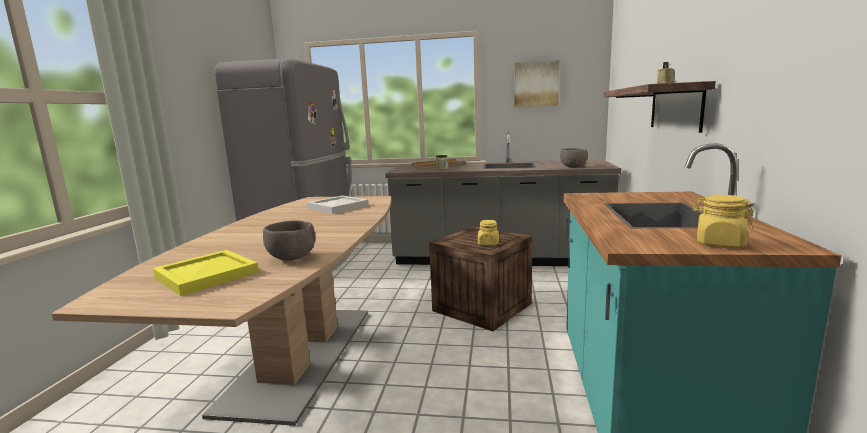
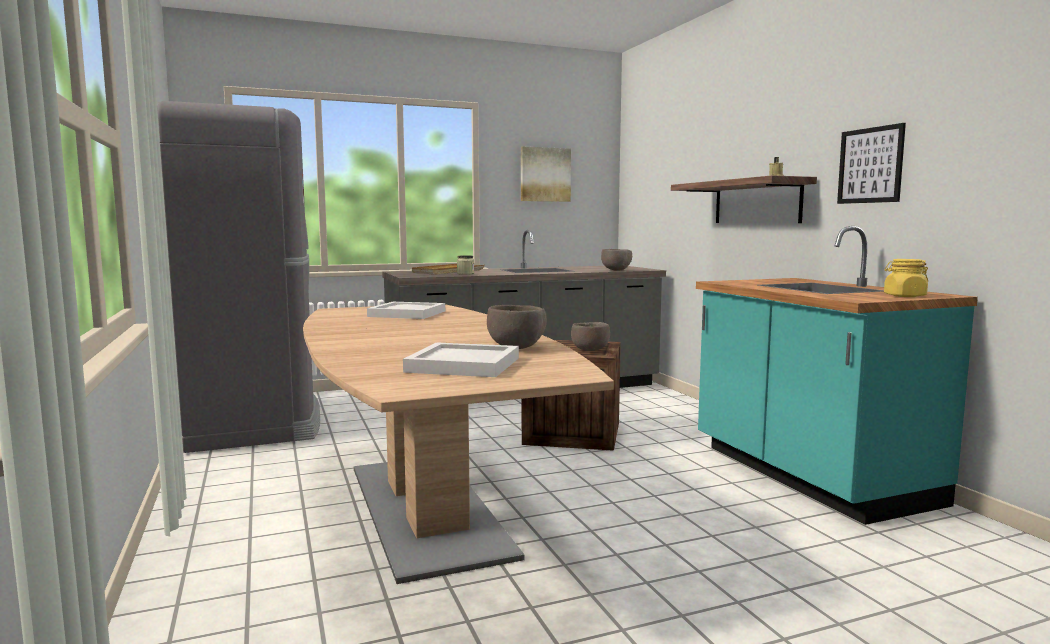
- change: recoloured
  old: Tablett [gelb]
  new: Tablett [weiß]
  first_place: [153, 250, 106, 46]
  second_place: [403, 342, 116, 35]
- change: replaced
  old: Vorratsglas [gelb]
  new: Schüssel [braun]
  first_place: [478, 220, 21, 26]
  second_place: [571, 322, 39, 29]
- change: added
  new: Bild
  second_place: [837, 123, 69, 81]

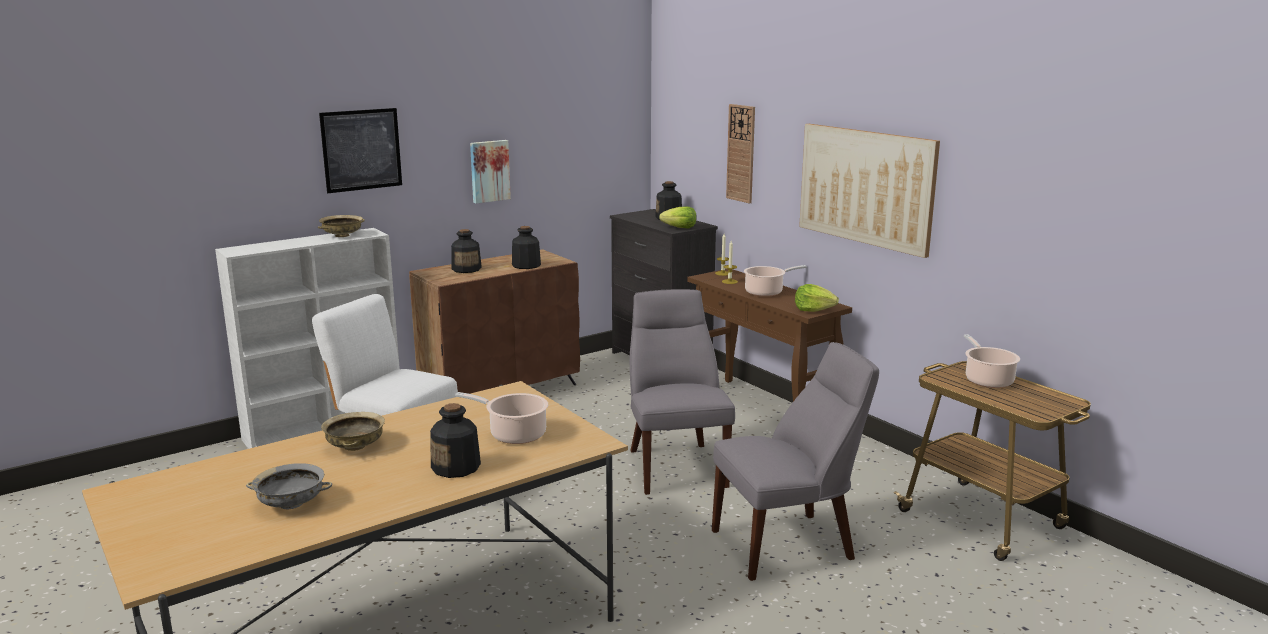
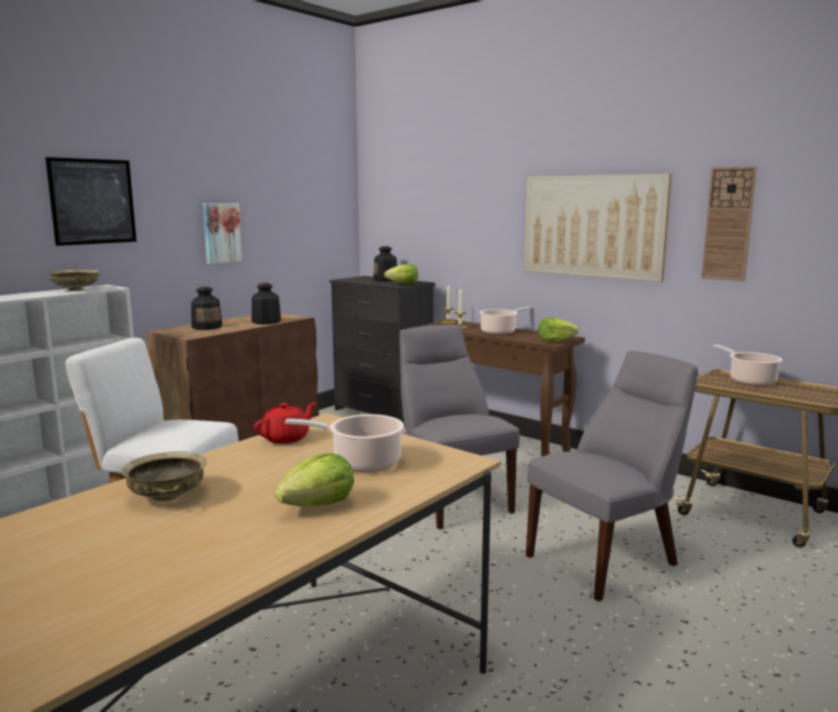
- change: added
  new: Teekanne [rot]
  second_place: [254, 402, 62, 42]
- change: replaced
  old: Flasche
  new: Salatkopf
  first_place: [430, 403, 51, 75]
  second_place: [275, 453, 79, 53]
- change: moved
  old: Wanduhr
  first_place: [726, 104, 29, 100]
  second_place: [701, 166, 56, 115]
- change: removed
  old: Schüssel [grau]
  first_place: [246, 463, 86, 46]

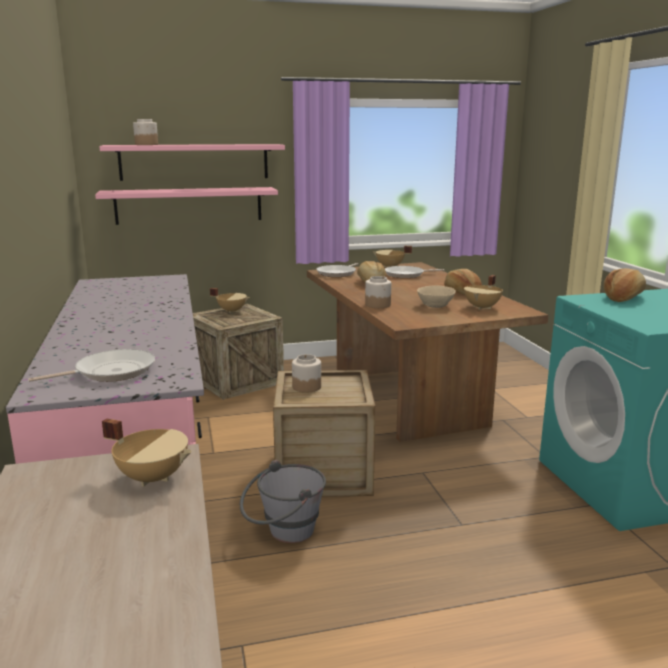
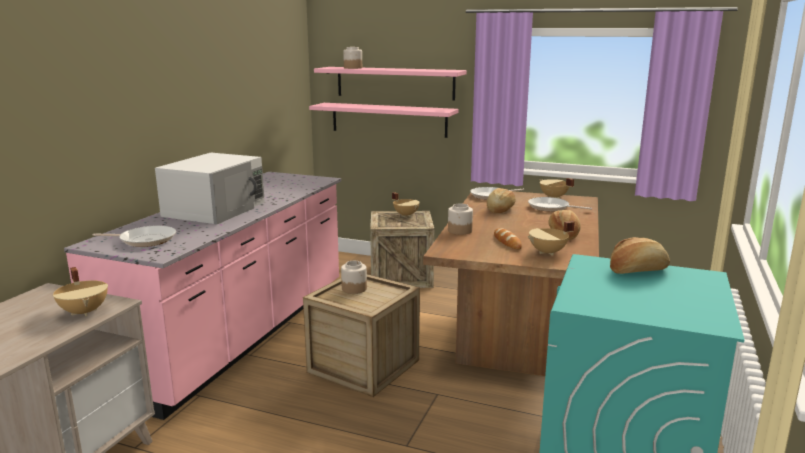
- change: added
  new: Mikrowelle [weiß]
  second_place: [155, 153, 110, 71]
- change: replaced
  old: Schüssel [beige]
  new: Brot
  first_place: [417, 285, 39, 23]
  second_place: [494, 228, 28, 21]
- change: removed
  old: Eimer [grau]
  first_place: [240, 460, 86, 83]

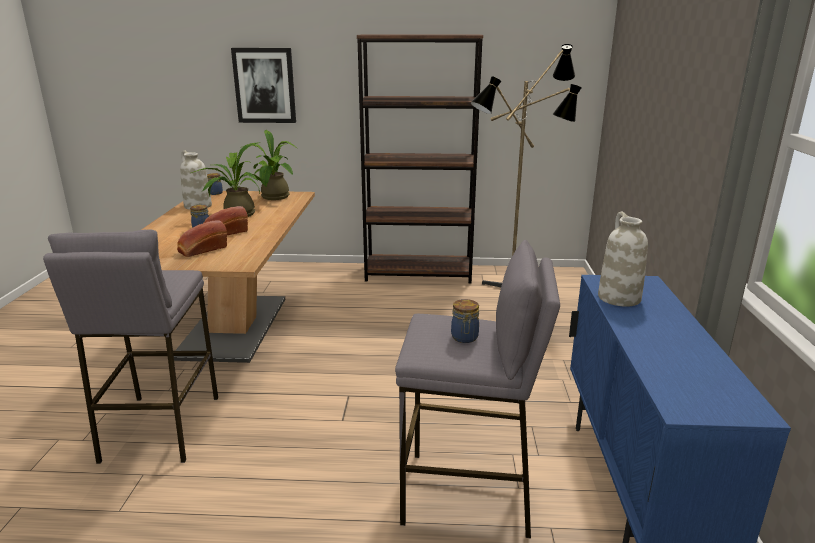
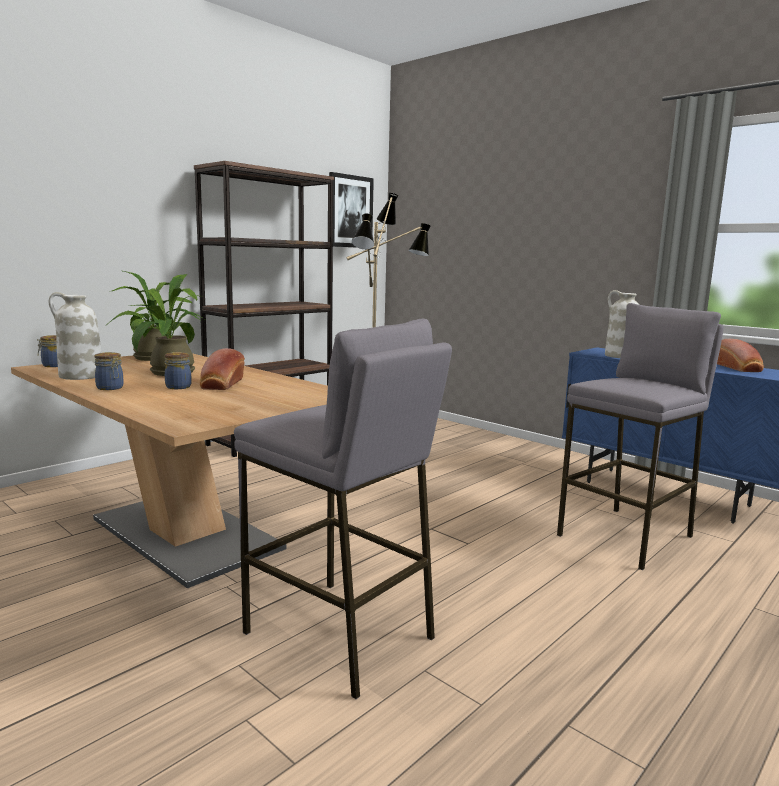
- change: moved
  old: Vorratsglas
  first_place: [451, 299, 28, 44]
  second_place: [95, 352, 29, 38]
- change: moved
  old: Bild
  first_place: [231, 48, 65, 75]
  second_place: [329, 172, 45, 75]
- change: moved
  old: Brot
  first_place: [177, 220, 50, 37]
  second_place: [717, 339, 47, 33]

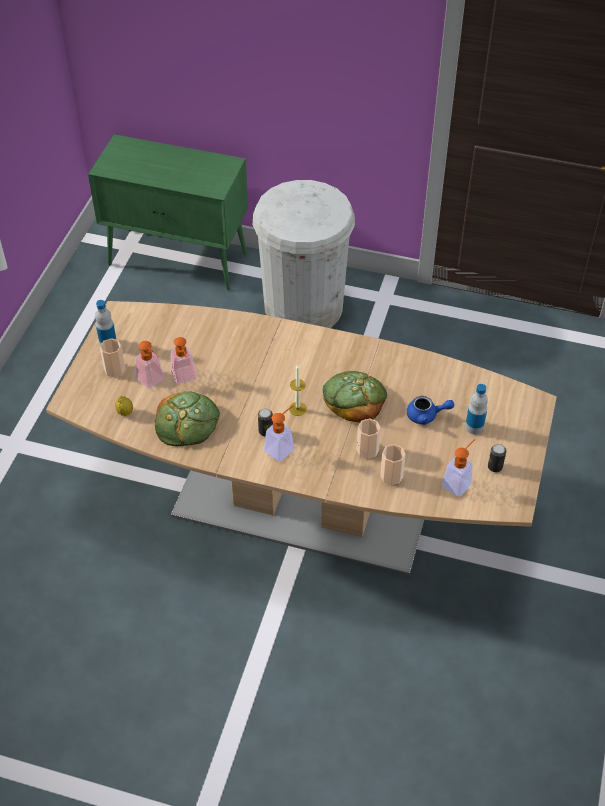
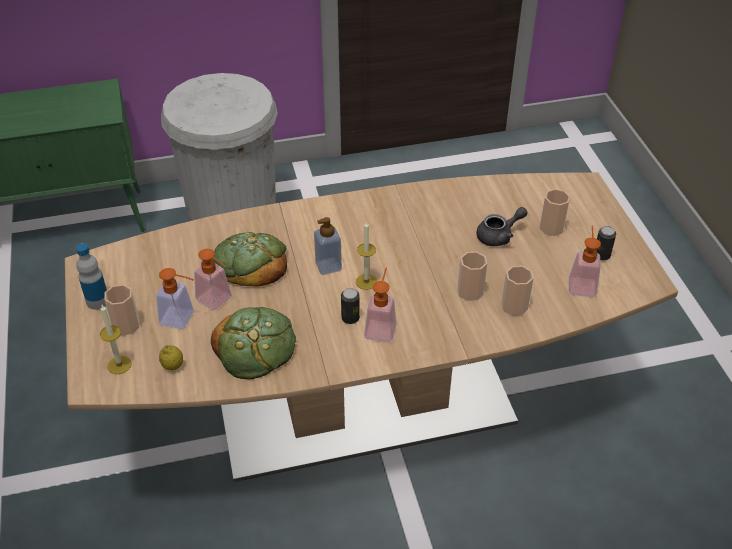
- change: added
  new: Kerze
  second_place: [100, 305, 31, 69]
- change: moved
  old: Brot
  first_place: [323, 371, 64, 51]
  second_place: [212, 232, 75, 55]
- change: added
  new: Seifenspender
  second_place: [314, 217, 28, 58]
- change: recoloured
  old: Teekanne [blau]
  new: Teekanne [grau]
  first_place: [407, 396, 47, 29]
  second_place: [476, 207, 51, 39]
- change: replaced
  old: Flasche
  new: Tasse
  first_place: [465, 384, 23, 51]
  second_place: [540, 189, 30, 47]

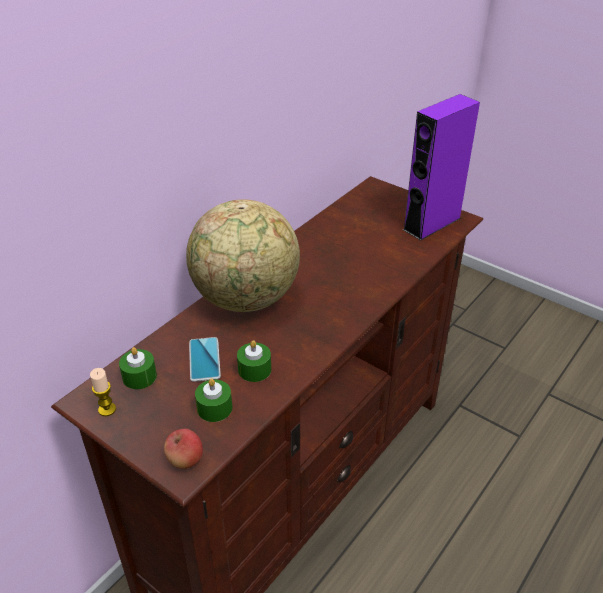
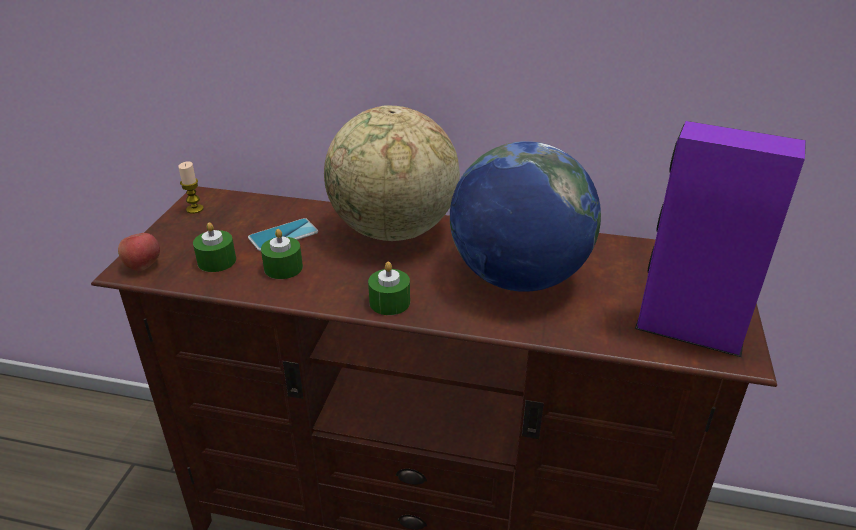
- change: moved
  old: Kerze [grün]
  first_place: [119, 347, 38, 42]
  second_place: [368, 262, 42, 53]
- change: added
  new: Globus
  second_place: [450, 141, 151, 151]

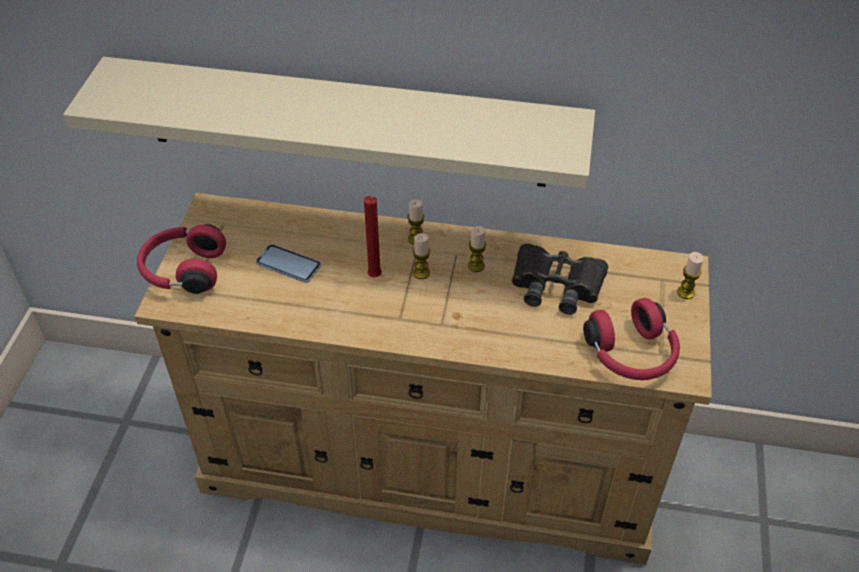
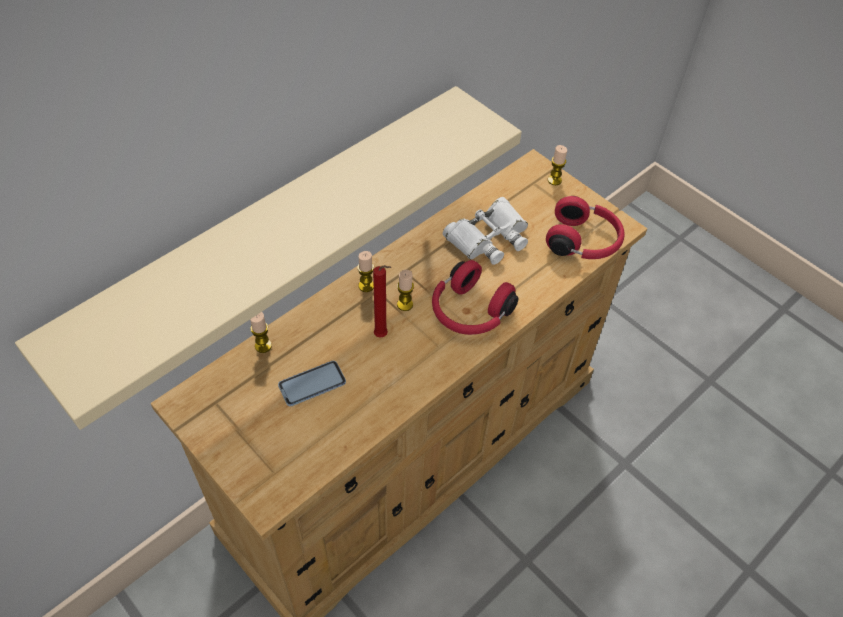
- change: moved
  old: Kerze
  first_place: [468, 226, 18, 46]
  second_place: [250, 312, 22, 41]
- change: moved
  old: Kopfhörer [rot]
  first_place: [137, 224, 89, 70]
  second_place: [432, 260, 86, 75]
- change: recoloured
  old: Fernglas [schwarz]
  new: Fernglas [weiß]
  first_place: [512, 243, 96, 72]
  second_place: [443, 197, 85, 68]

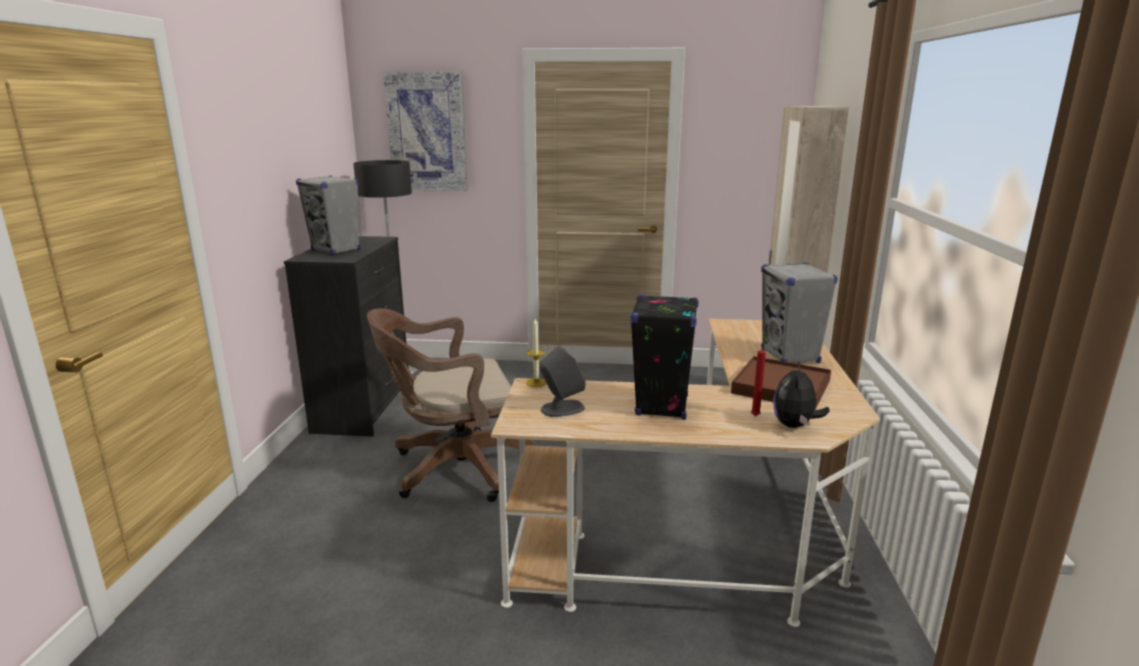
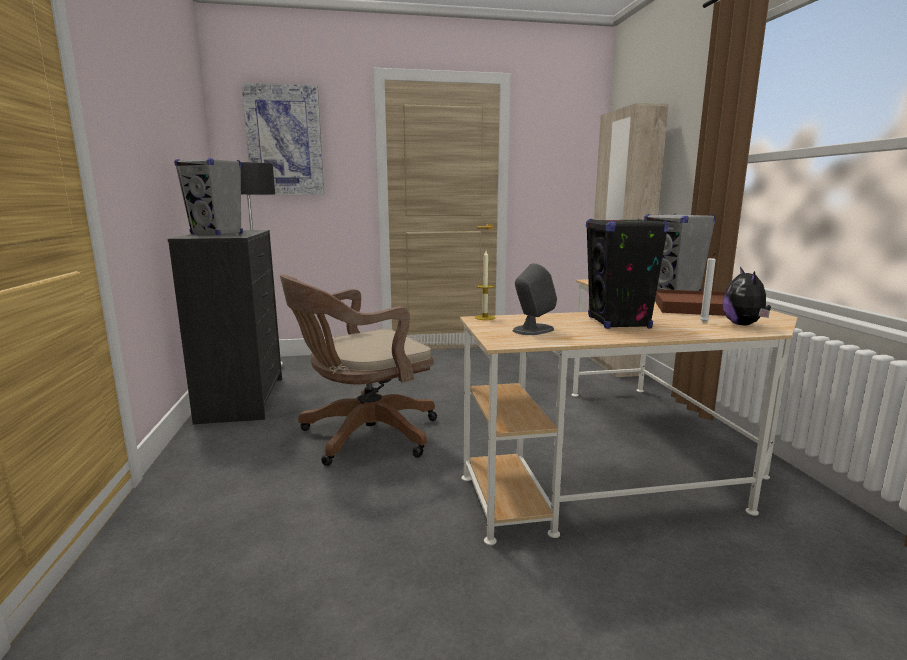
- change: recoloured
  old: Kerze [rot]
  new: Kerze [weiß]
  first_place: [751, 347, 15, 69]
  second_place: [700, 252, 16, 70]

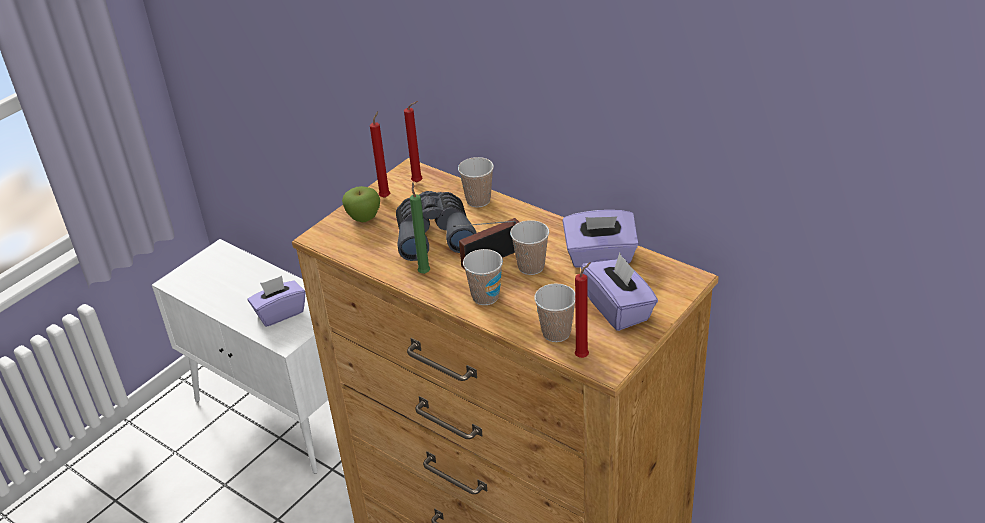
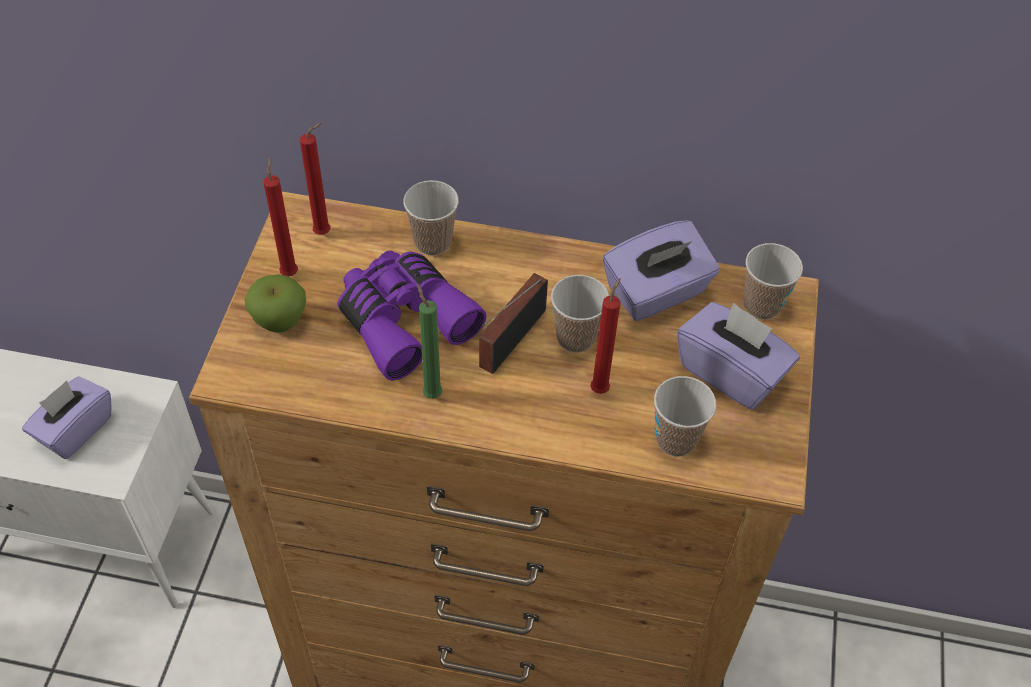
- change: recoloured
  old: Fernglas [grau]
  new: Fernglas [lila]
  first_place: [396, 191, 80, 70]
  second_place: [337, 251, 149, 130]
- change: moved
  old: Kerze [rot]
  first_place: [575, 262, 16, 96]
  second_place: [590, 278, 31, 116]
- change: moved
  old: Tasse
  first_place: [463, 249, 40, 56]
  second_place: [743, 243, 60, 77]

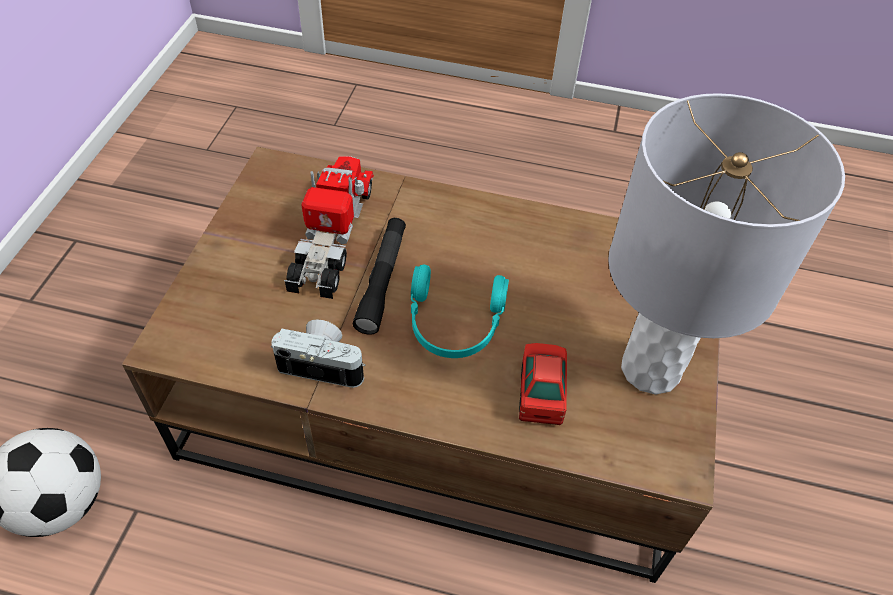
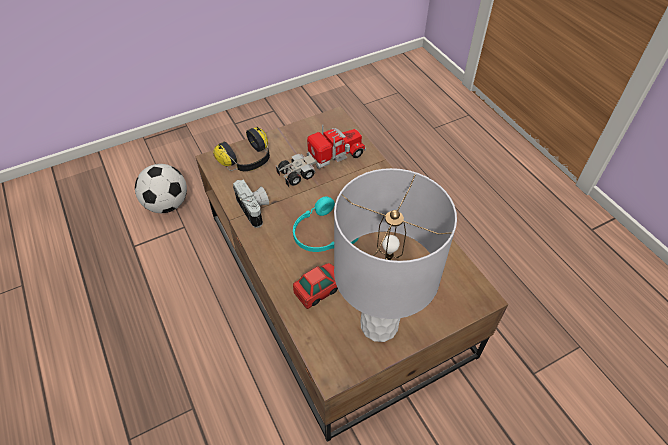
- change: added
  new: Kopfhörer
  second_place: [213, 127, 57, 44]
- change: removed
  old: Taschenlampe [schwarz]
  first_place: [353, 218, 53, 117]

